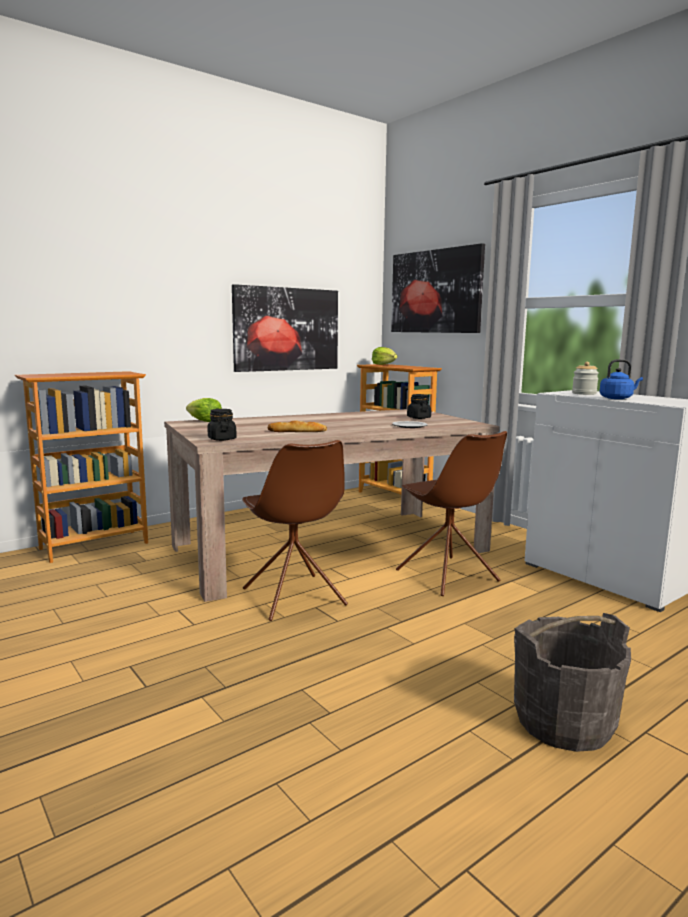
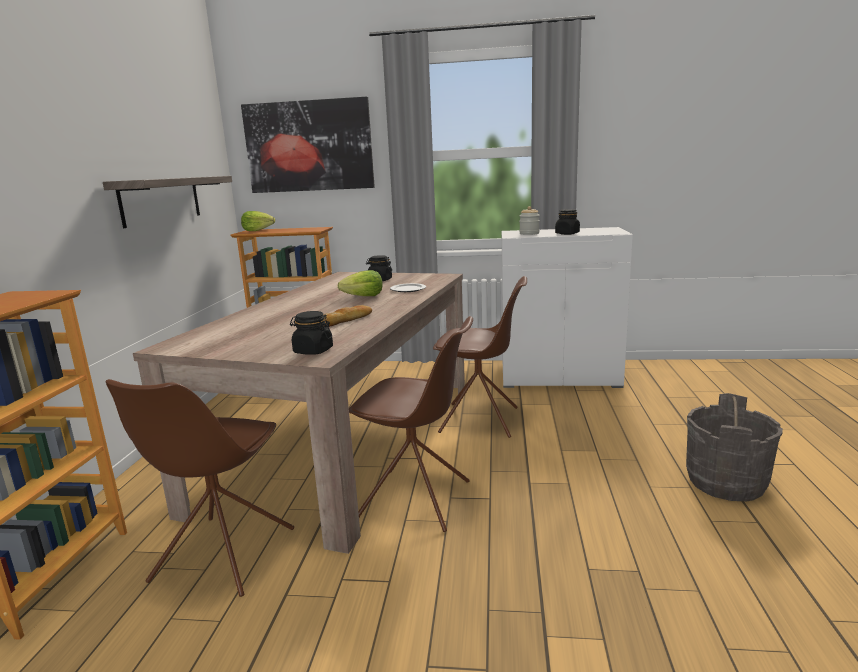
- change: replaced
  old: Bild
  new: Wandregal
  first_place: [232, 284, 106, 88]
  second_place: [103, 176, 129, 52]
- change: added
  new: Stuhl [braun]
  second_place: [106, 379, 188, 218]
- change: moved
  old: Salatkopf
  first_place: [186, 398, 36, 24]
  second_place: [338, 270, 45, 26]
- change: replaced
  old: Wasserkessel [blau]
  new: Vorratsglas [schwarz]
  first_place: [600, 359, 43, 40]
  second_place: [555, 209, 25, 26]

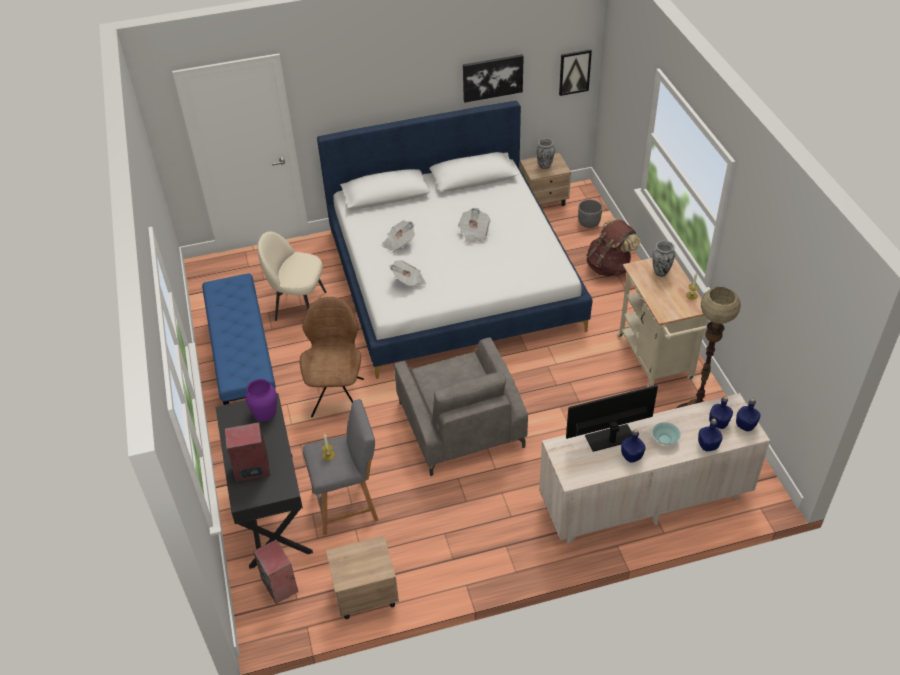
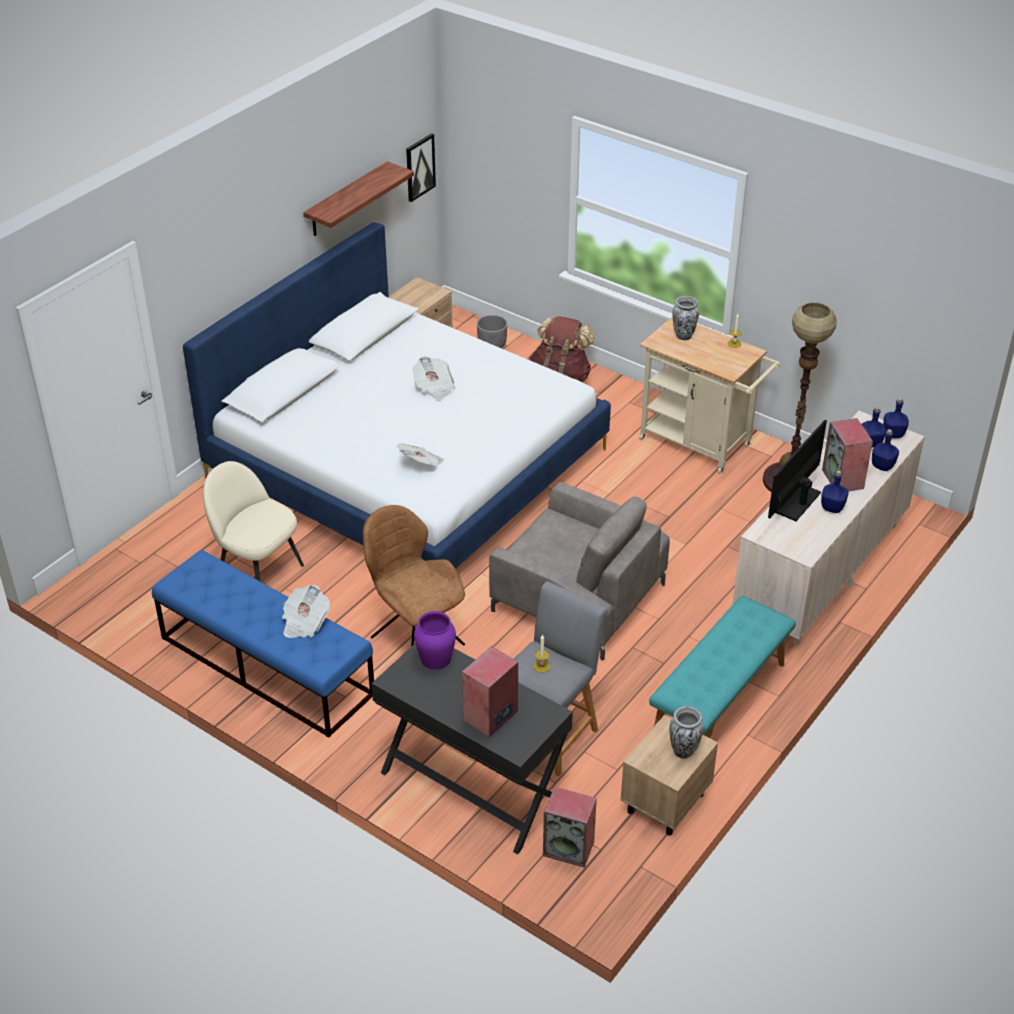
- change: turned
  old: Stuhl [beige]
  first_place: [257, 231, 70, 90]
  second_place: [203, 461, 101, 120]
  degrees: 60
- change: moved
  old: Zeitung
  first_place: [382, 220, 33, 32]
  second_place: [282, 585, 48, 53]
- change: replaced
  old: Bild
  new: Wandregal
  first_place: [463, 54, 61, 49]
  second_place: [303, 161, 111, 75]
- change: added
  new: Bank [türkis]
  second_place: [649, 596, 147, 142]
- change: moved
  old: Vase
  first_place: [536, 138, 19, 31]
  second_place: [669, 706, 35, 52]
- change: replaced
  old: Schüssel [türkis]
  new: Lautsprecher
  first_place: [652, 422, 28, 23]
  second_place: [822, 418, 51, 73]

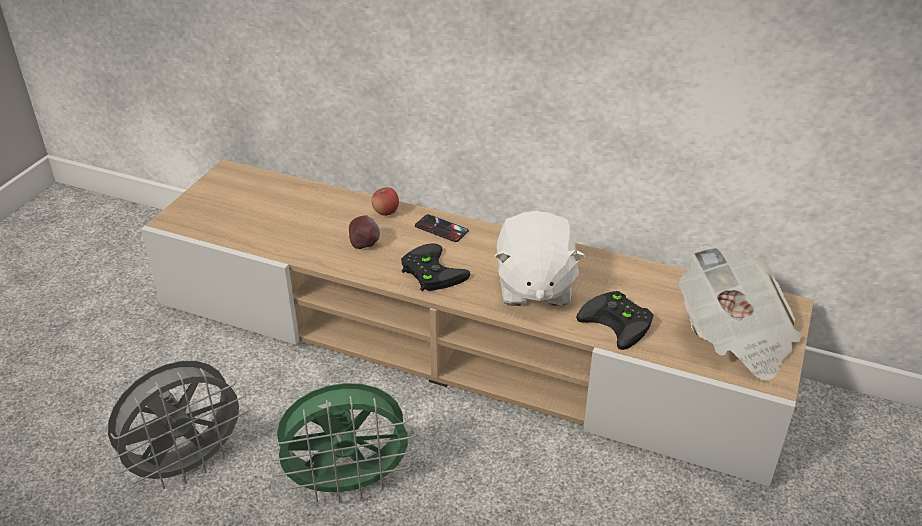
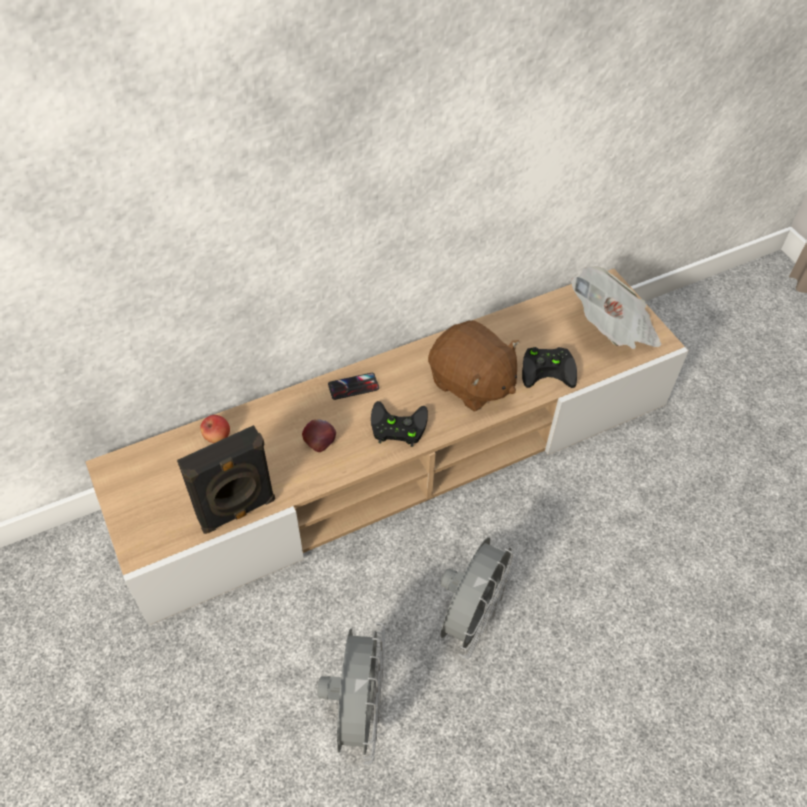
- change: added
  new: Lautsprecher [schwarz]
  second_place: [177, 425, 98, 109]
- change: moved
  old: Apfel
  first_place: [371, 187, 28, 29]
  second_place: [200, 415, 30, 28]
- change: recoloured
  old: Plüschtier [weiß]
  new: Plüschtier [braun]
  first_place: [495, 211, 90, 95]
  second_place: [428, 320, 91, 92]
- change: recoloured
  old: Ventilator [grün]
  new: Ventilator [grau]
  first_place: [269, 383, 148, 120]
  second_place: [440, 537, 80, 122]

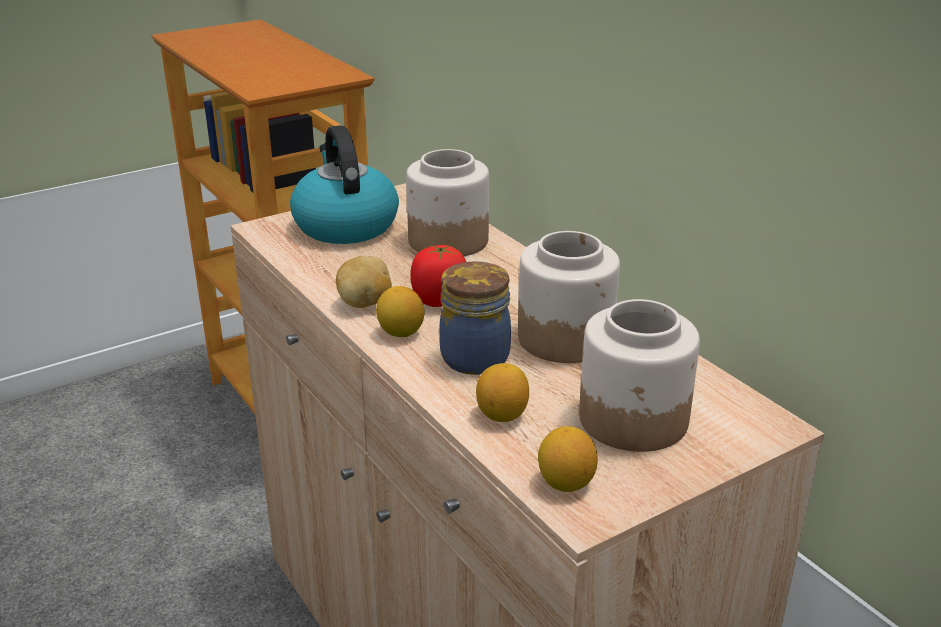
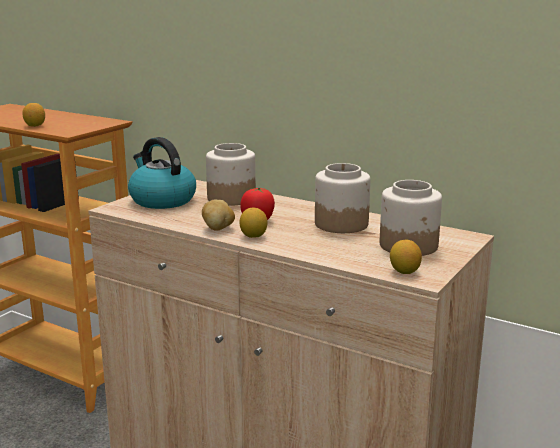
- change: moved
  old: Zitrone
  first_place: [476, 363, 53, 59]
  second_place: [22, 103, 23, 24]
- change: removed
  old: Vorratsglas
  first_place: [439, 261, 72, 114]

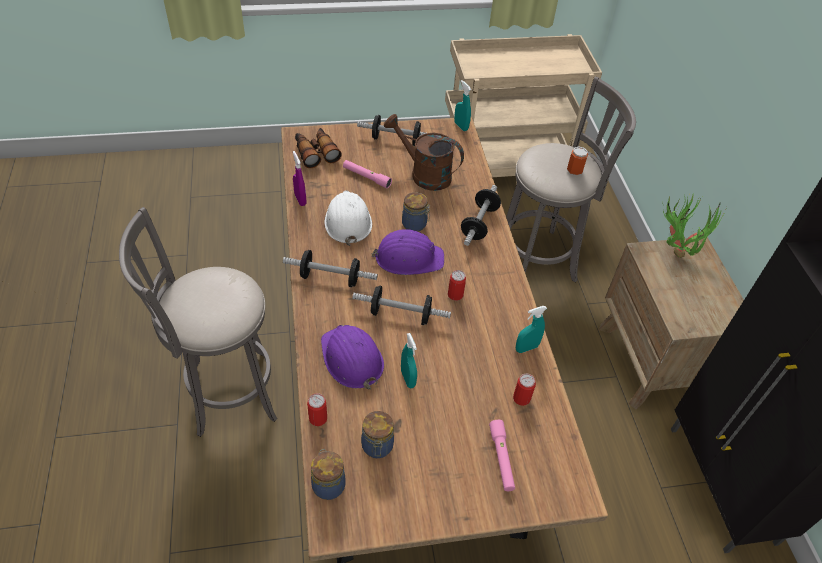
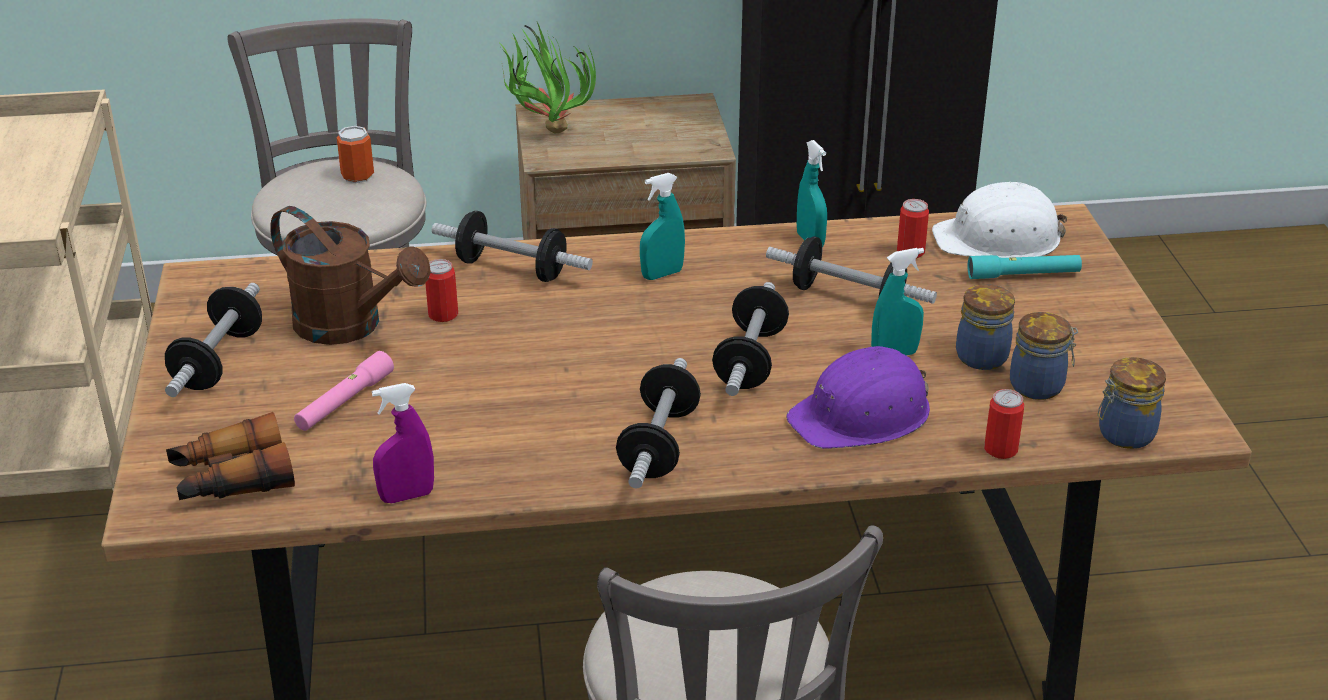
- change: turned
  old: Gießkanne [braun]
  first_place: [384, 114, 80, 77]
  second_place: [270, 206, 161, 139]
  degrees: -90
- change: moved
  old: Dose
  first_place: [448, 270, 18, 31]
  second_place: [425, 259, 33, 63]
- change: moved
  old: Sprühflasche [türkis]
  first_place: [454, 80, 17, 51]
  second_place: [640, 173, 45, 107]
- change: added
  new: Hantel
  second_place: [766, 237, 171, 67]
- change: moved
  old: Schutzhelm [weiß]
  first_place: [325, 190, 47, 56]
  second_place: [932, 182, 136, 76]
- change: moved
  old: Vorratsglas
  first_place: [402, 192, 28, 40]
  second_place: [956, 284, 59, 86]
- change: recoloured
  old: Taschenlampe [rosa]
  new: Taschenlampe [türkis]
  first_place: [489, 420, 26, 71]
  second_place: [968, 255, 114, 24]
- change: removed
  old: Schutzhelm [lila]
  first_place: [371, 229, 73, 46]

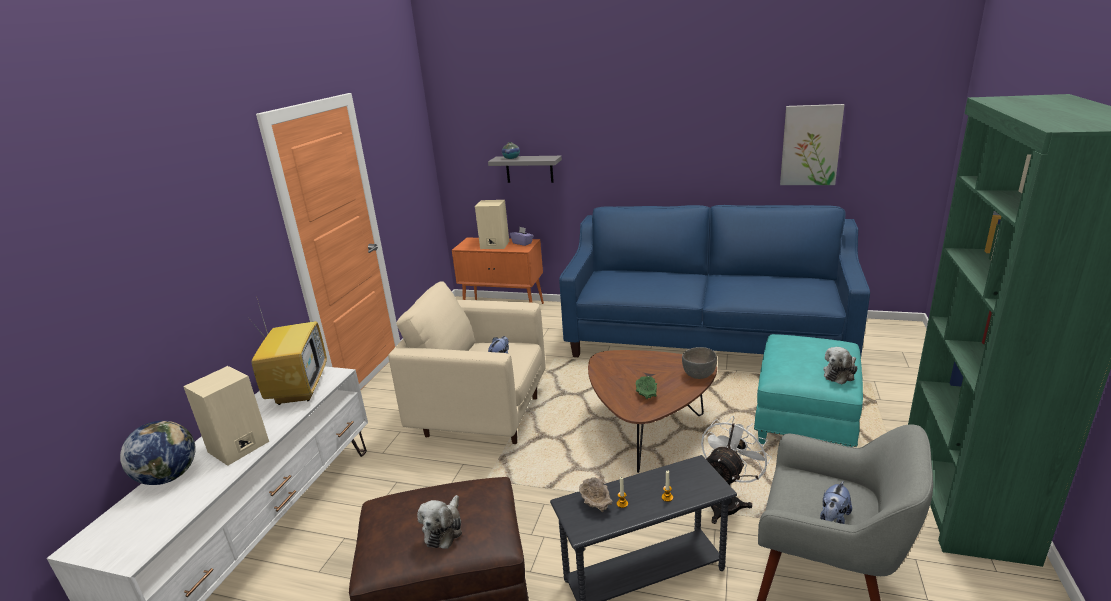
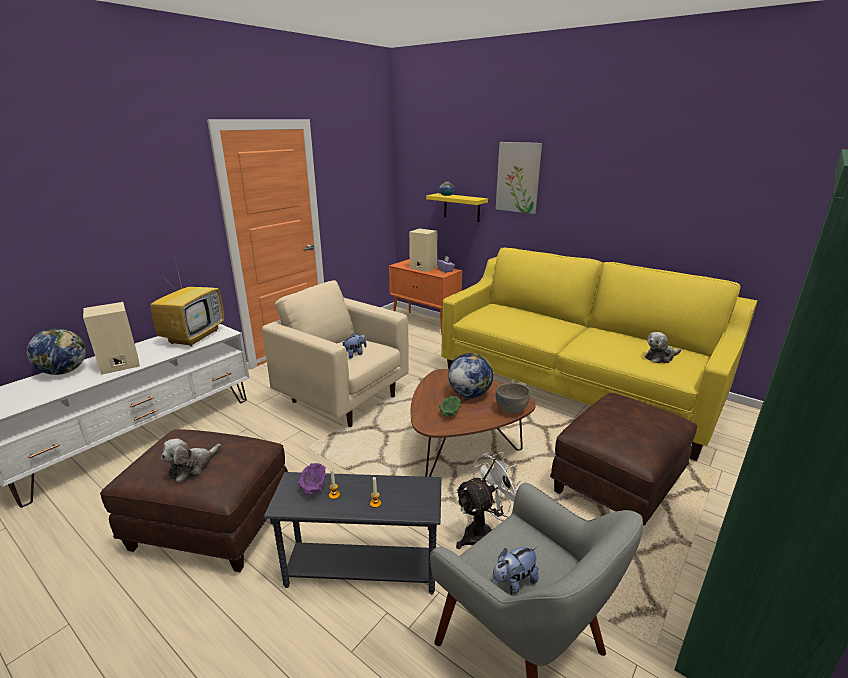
- change: recoloured
  old: Schüssel [beige]
  new: Schüssel [lila]
  first_place: [579, 477, 33, 35]
  second_place: [297, 463, 30, 33]
- change: recoloured
  old: Wandregal [grau]
  new: Wandregal [gelb]
  first_place: [488, 156, 74, 27]
  second_place: [426, 193, 62, 29]
- change: recoloured
  old: Sofa [blau]
  new: Sofa [gelb]
  first_place: [559, 205, 311, 152]
  second_place: [441, 248, 316, 213]
- change: added
  new: Globus
  second_place: [448, 353, 45, 45]
- change: moved
  old: Bild
  first_place: [780, 104, 64, 81]
  second_place: [496, 142, 46, 72]
- change: recoloured
  old: Polsterhocker [türkis]
  new: Polsterhocker [braun]
  first_place: [754, 334, 109, 113]
  second_place: [550, 393, 147, 133]
- change: moved
  old: Plüschtier
  first_place: [823, 347, 35, 37]
  second_place: [645, 332, 36, 31]

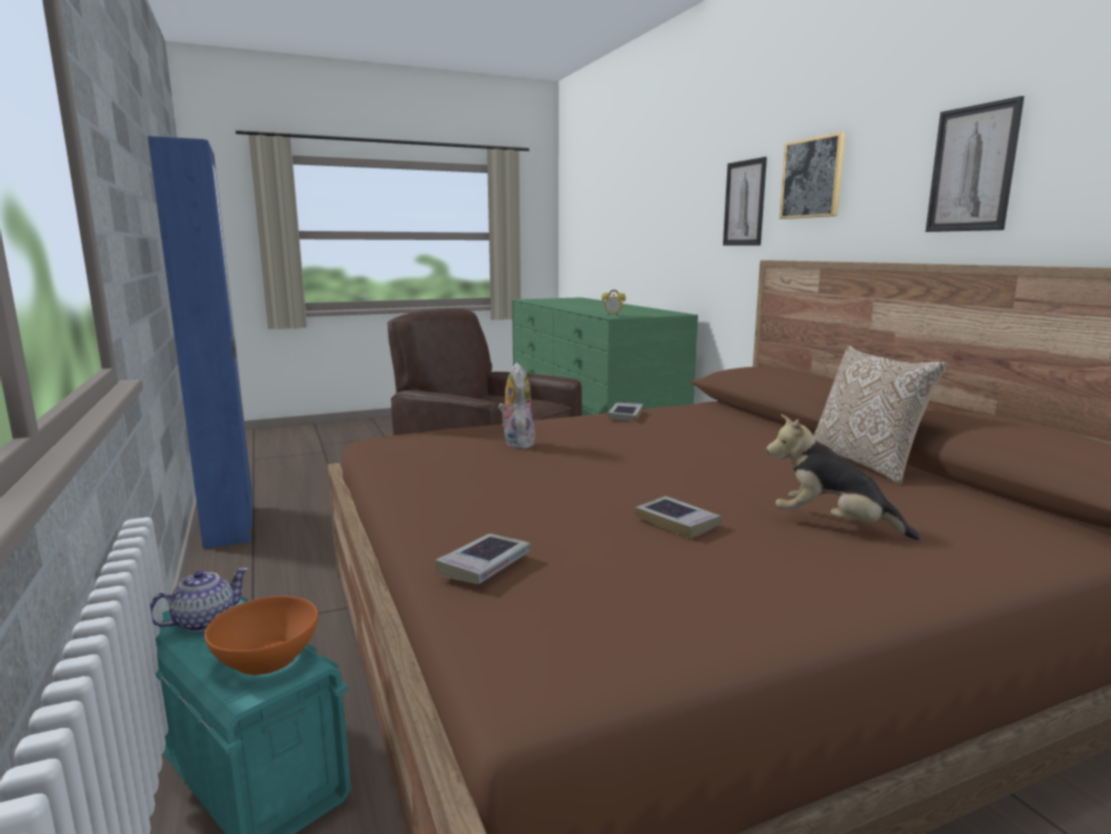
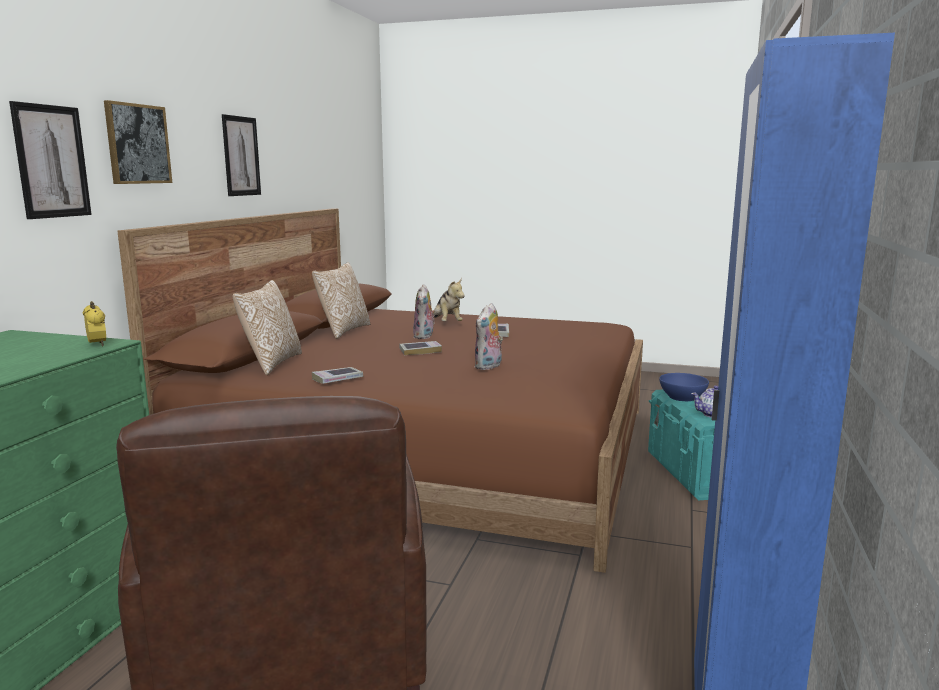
- change: added
  new: Kissen
  second_place: [233, 280, 69, 95]
- change: moved
  old: Buch
  first_place: [435, 534, 96, 50]
  second_place: [399, 341, 43, 14]
- change: added
  new: Plüschtier
  second_place: [413, 284, 23, 55]
- change: recoloured
  old: Schüssel [orange]
  new: Schüssel [blau]
  first_place: [205, 596, 113, 79]
  second_place: [659, 373, 50, 28]

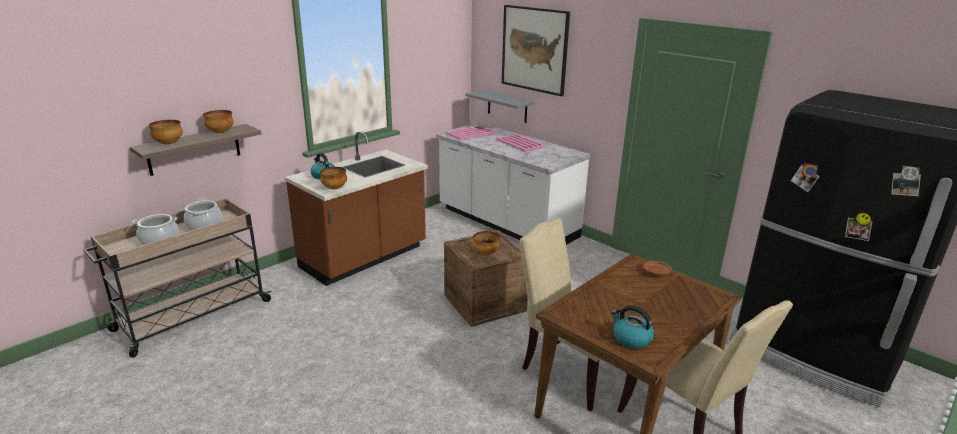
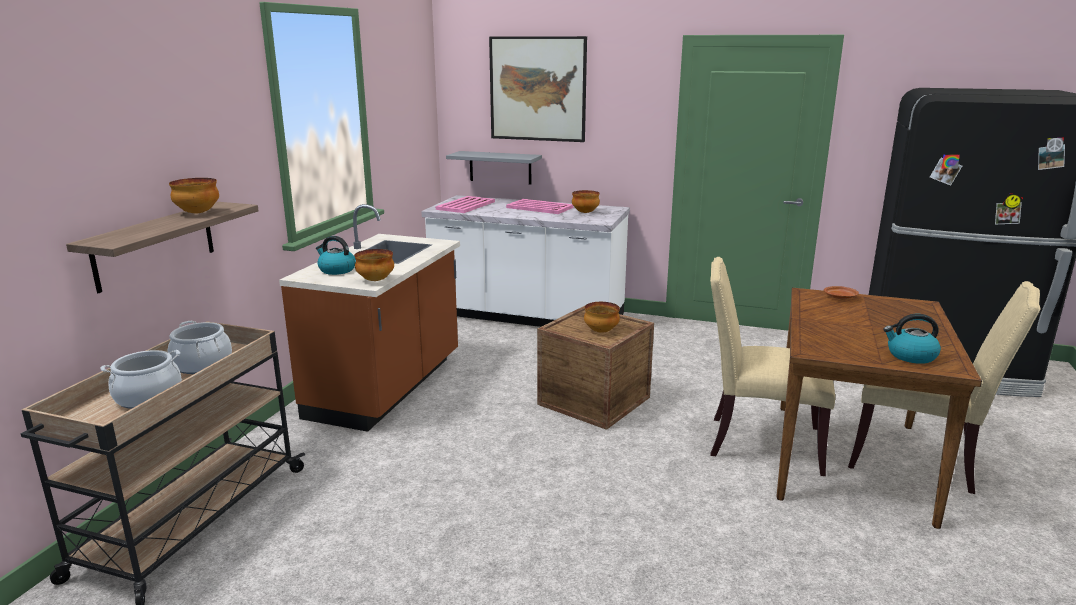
- change: moved
  old: Schüssel
  first_place: [149, 120, 34, 24]
  second_place: [572, 190, 28, 23]

